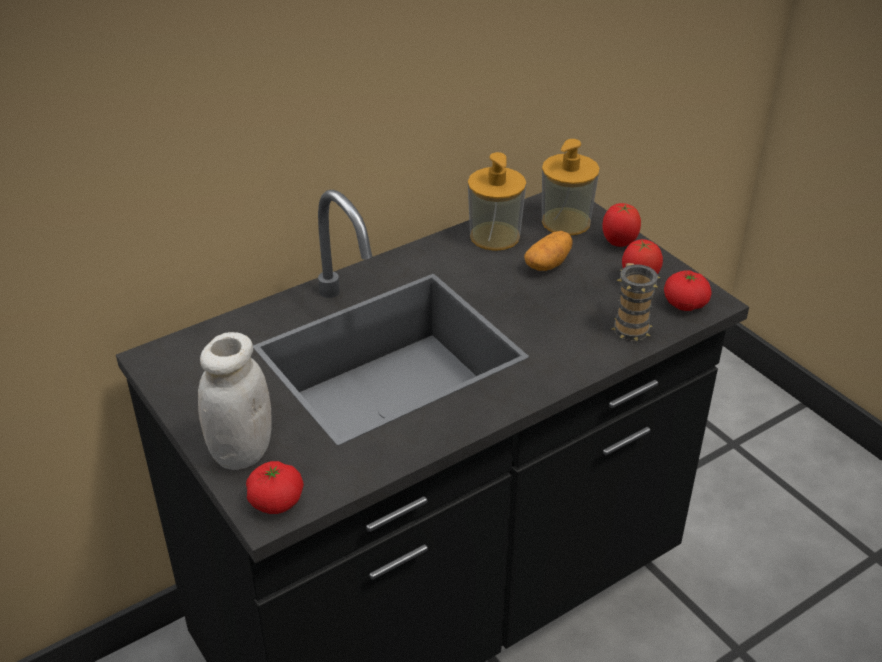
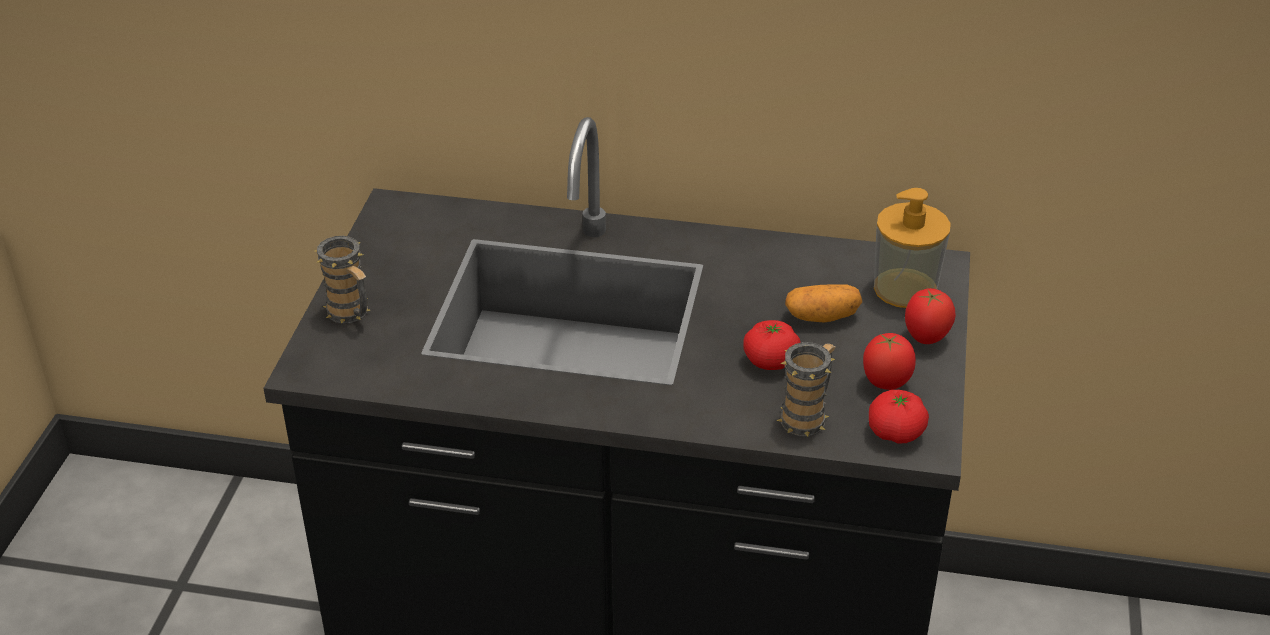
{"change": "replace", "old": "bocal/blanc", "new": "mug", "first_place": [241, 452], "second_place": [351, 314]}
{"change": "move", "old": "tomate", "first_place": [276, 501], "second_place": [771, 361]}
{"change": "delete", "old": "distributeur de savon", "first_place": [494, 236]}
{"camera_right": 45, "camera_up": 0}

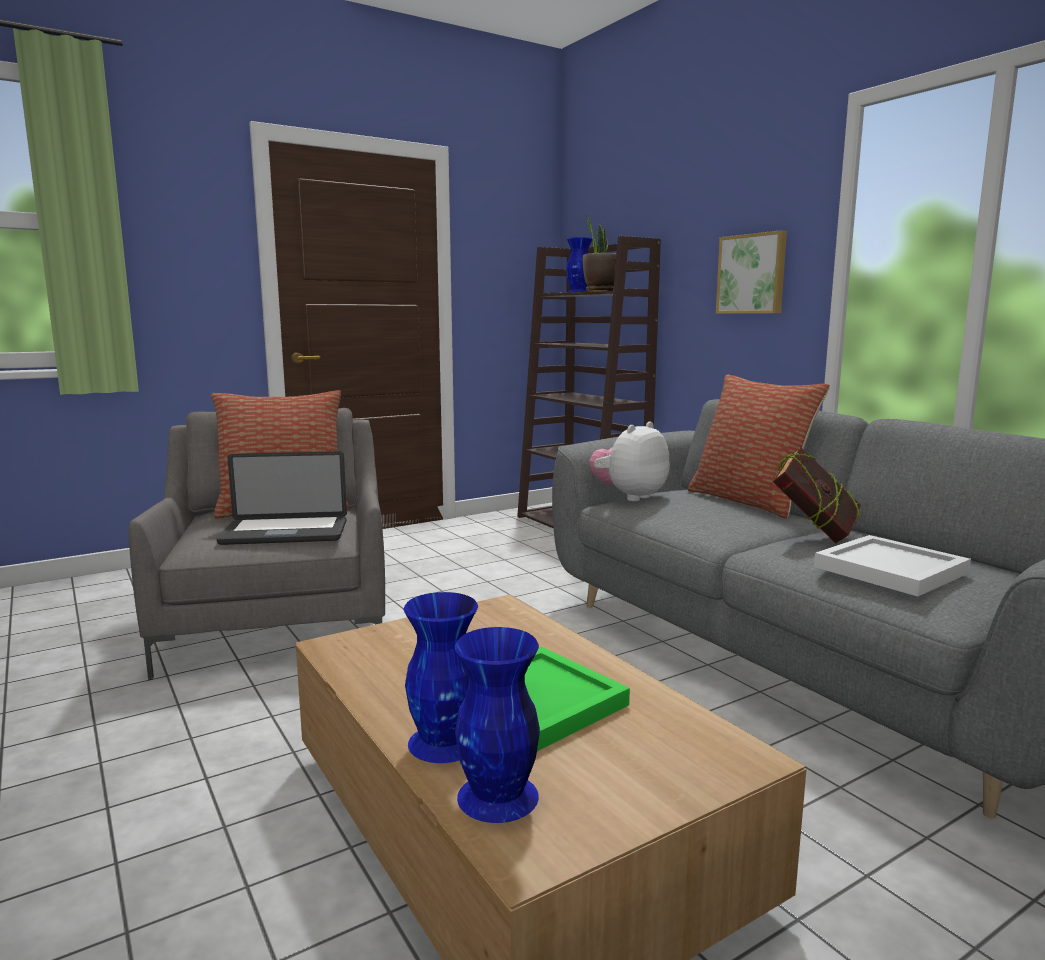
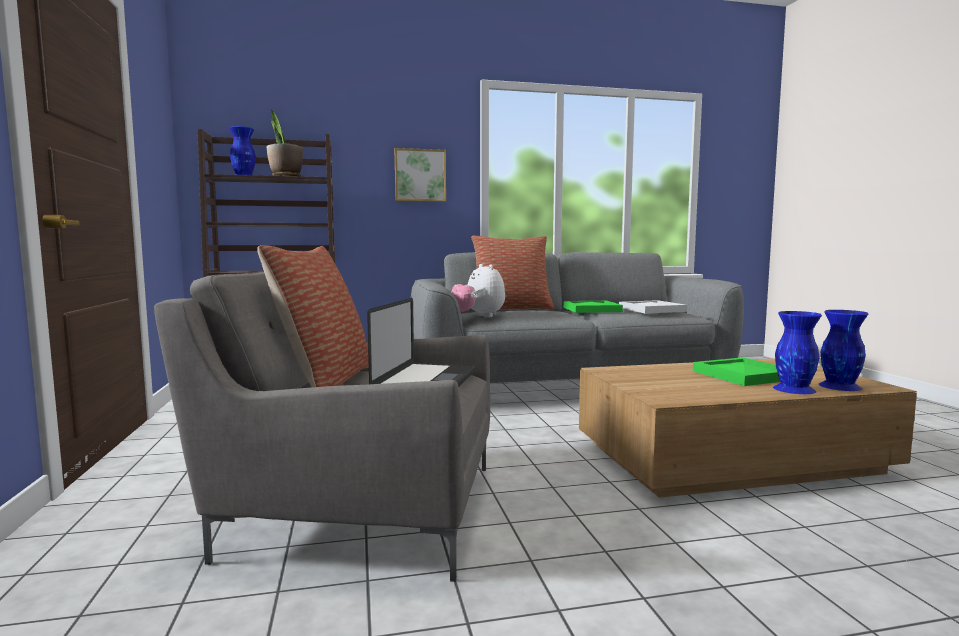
{"change": "replace", "old": "livre", "new": "plateau/vert", "first_place": [813, 534], "second_place": [590, 309]}
{"camera_right": -70, "camera_up": -5}

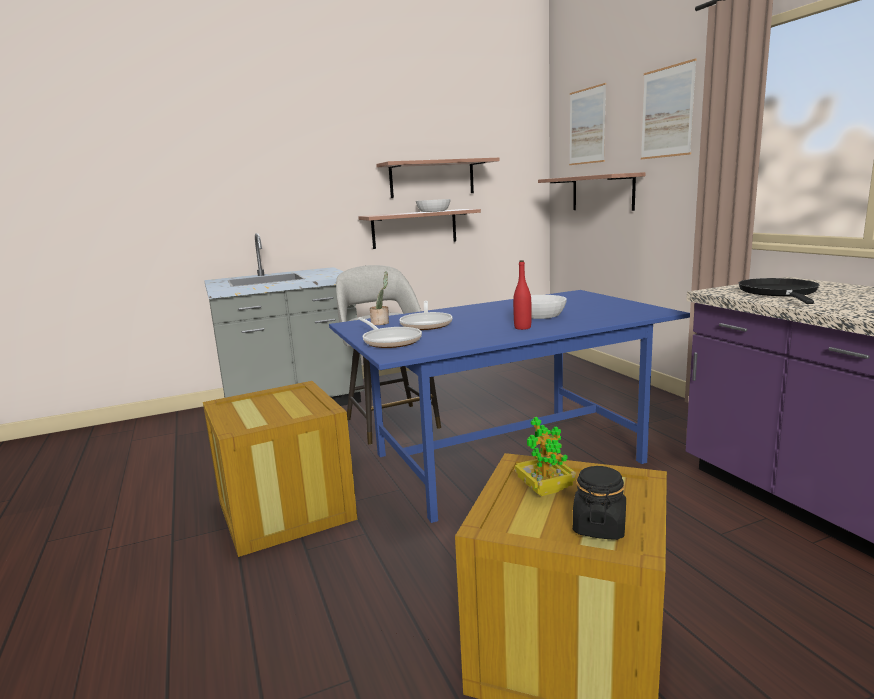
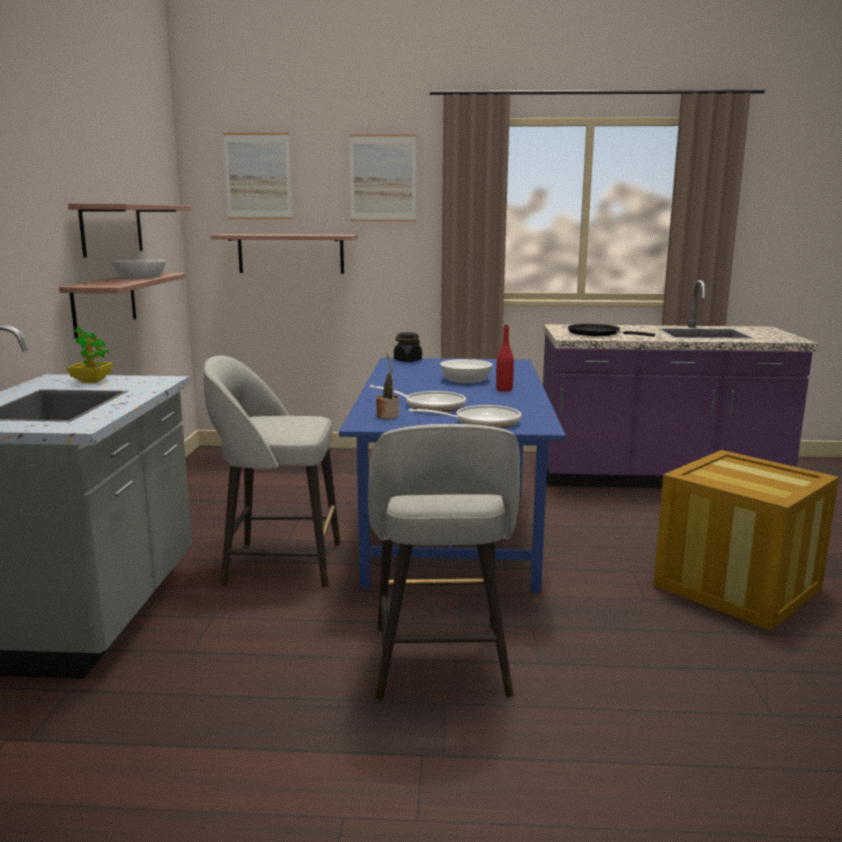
{"change": "move", "old": "plante en pot", "first_place": [544, 489], "second_place": [92, 381]}
{"change": "replace", "old": "caisse", "new": "tabouret/gris", "first_place": [285, 510], "second_place": [440, 664]}
{"change": "move", "old": "bocal/noir", "first_place": [599, 527], "second_place": [407, 360]}
{"camera_right": -65, "camera_up": 0}

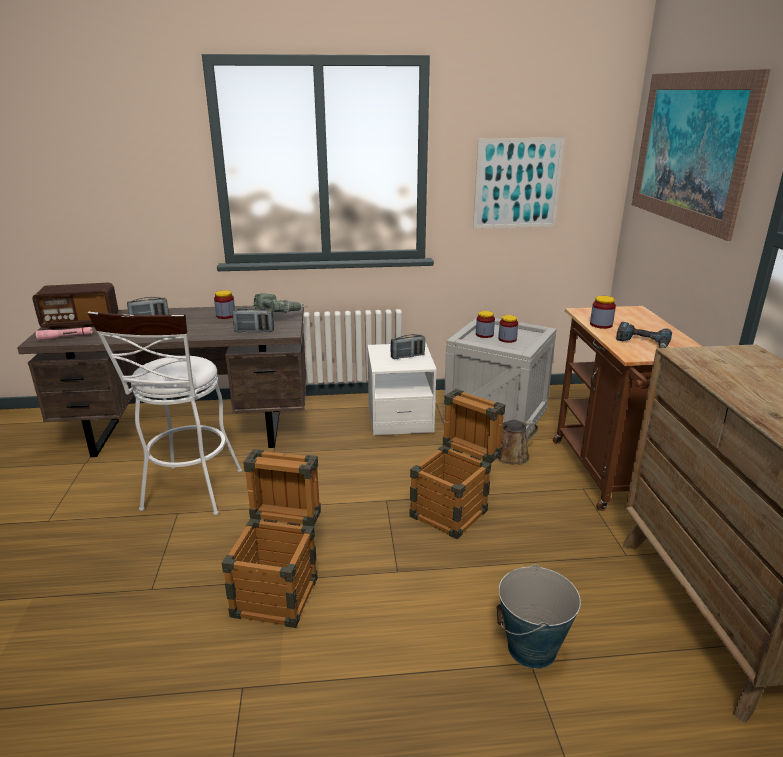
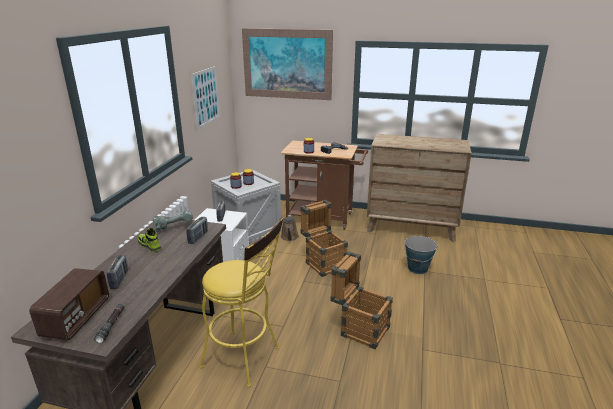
{"change": "recolor", "old": "lampe de poche/rose", "new": "lampe de poche/noir", "first_place": [65, 337], "second_place": [111, 325]}
{"change": "replace", "old": "bocal", "new": "chaussure", "first_place": [226, 315], "second_place": [149, 245]}
{"change": "recolor", "old": "tabouret/blanc", "new": "tabouret/jaune", "first_place": [190, 495], "second_place": [246, 359]}
{"camera_right": -70, "camera_up": 0}

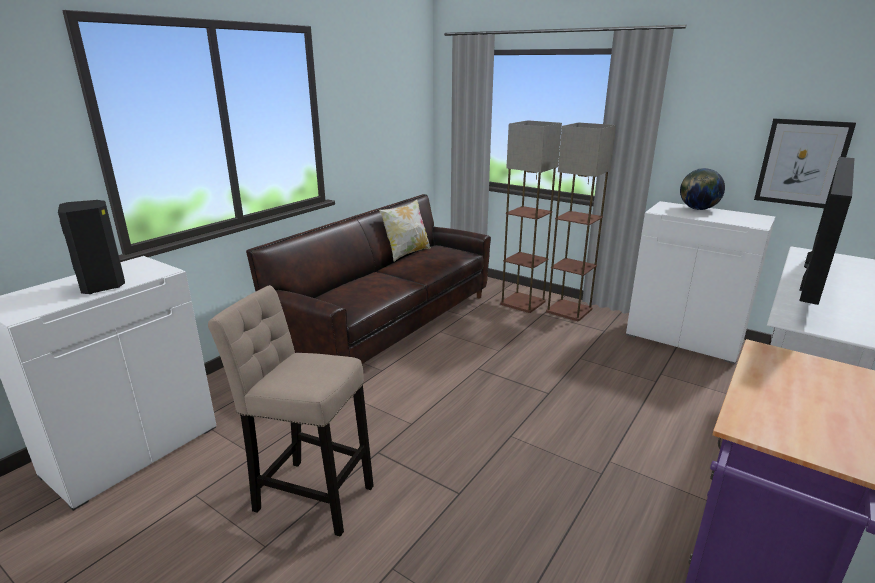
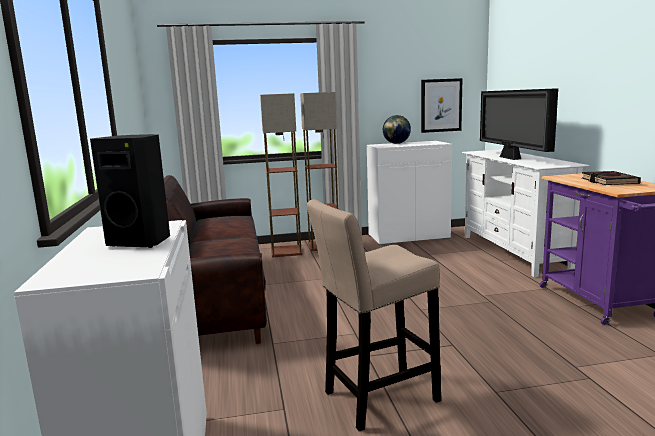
{"change": "insert", "new": "livre/noir", "second_place": [609, 182]}
{"change": "delete", "old": "coussin", "first_place": [406, 253]}
{"camera_right": -45, "camera_up": -10}

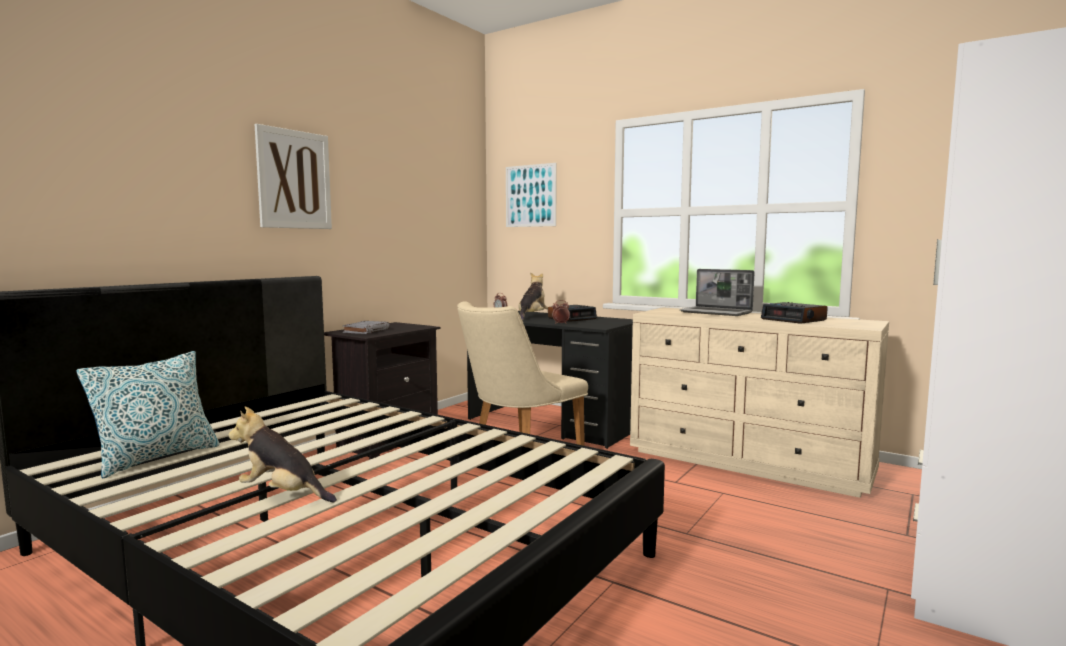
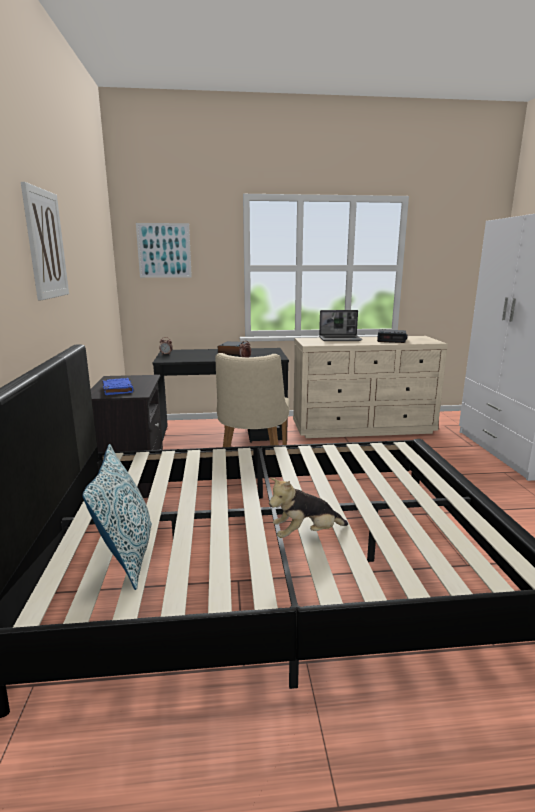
{"change": "recolor", "old": "livre/gris", "new": "livre/bleu", "first_place": [366, 330], "second_place": [117, 389]}
{"change": "delete", "old": "peluche", "first_place": [532, 316]}
{"camera_right": -40, "camera_up": 10}

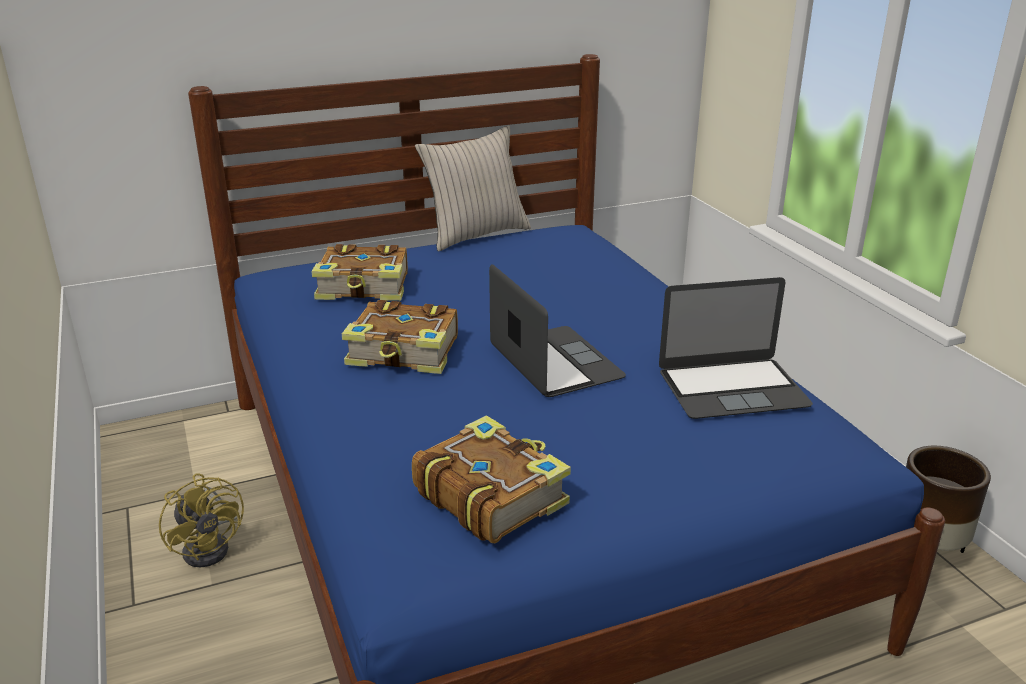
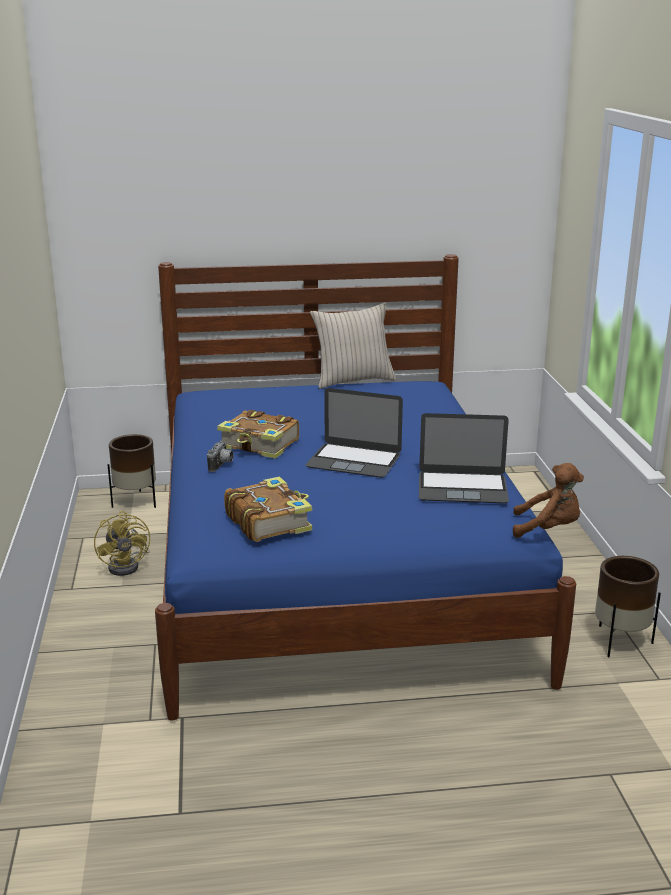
{"change": "insert", "new": "cache-pot/marron", "second_place": [136, 501]}
{"change": "insert", "new": "appareil photo", "second_place": [222, 465]}
{"change": "rotate", "old": "ordinateur portable", "first_place": [555, 362], "second_place": [354, 460], "degrees": 120}
{"change": "insert", "new": "peluche/marron", "second_place": [548, 529]}
{"change": "delete", "old": "livre", "first_place": [365, 287]}
{"camera_right": 15, "camera_up": -5}

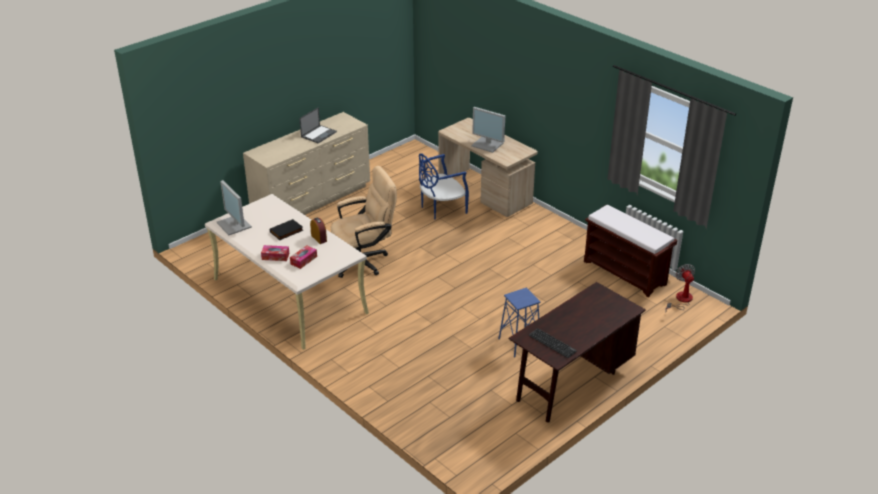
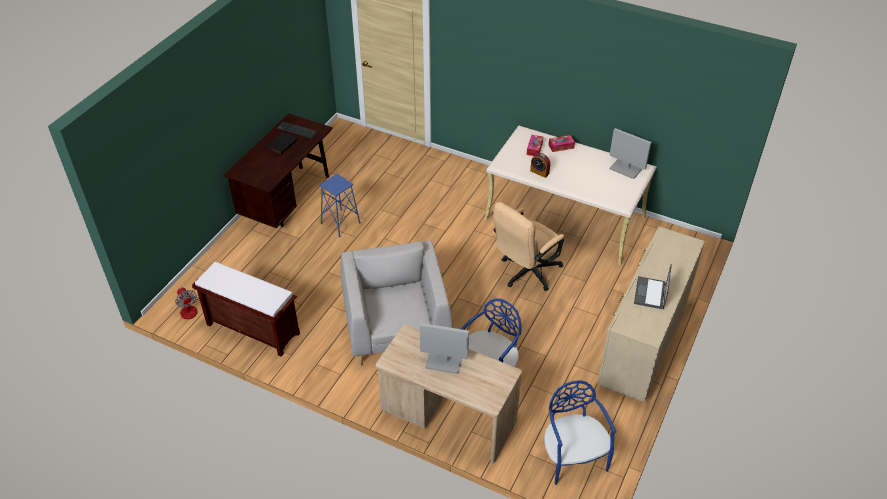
{"change": "move", "old": "livre/noir", "first_place": [286, 231], "second_place": [282, 144]}
{"change": "insert", "new": "fauteuil/gris", "second_place": [396, 327]}
{"change": "insert", "new": "chaise/bleu", "second_place": [573, 457]}
{"camera_right": 160, "camera_up": 10}

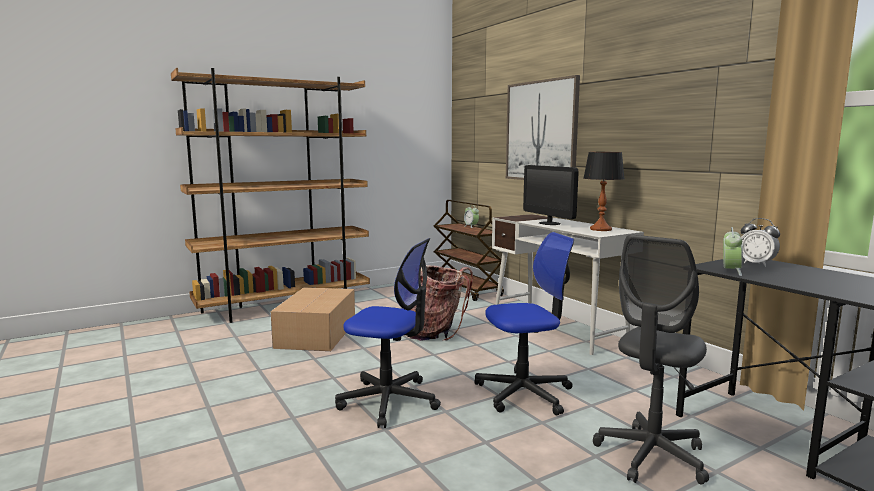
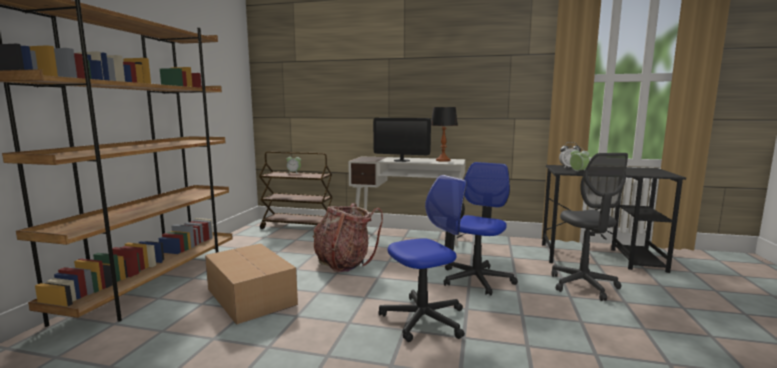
{"change": "delete", "old": "tableau", "first_place": [541, 131]}
{"camera_right": -45, "camera_up": 0}

